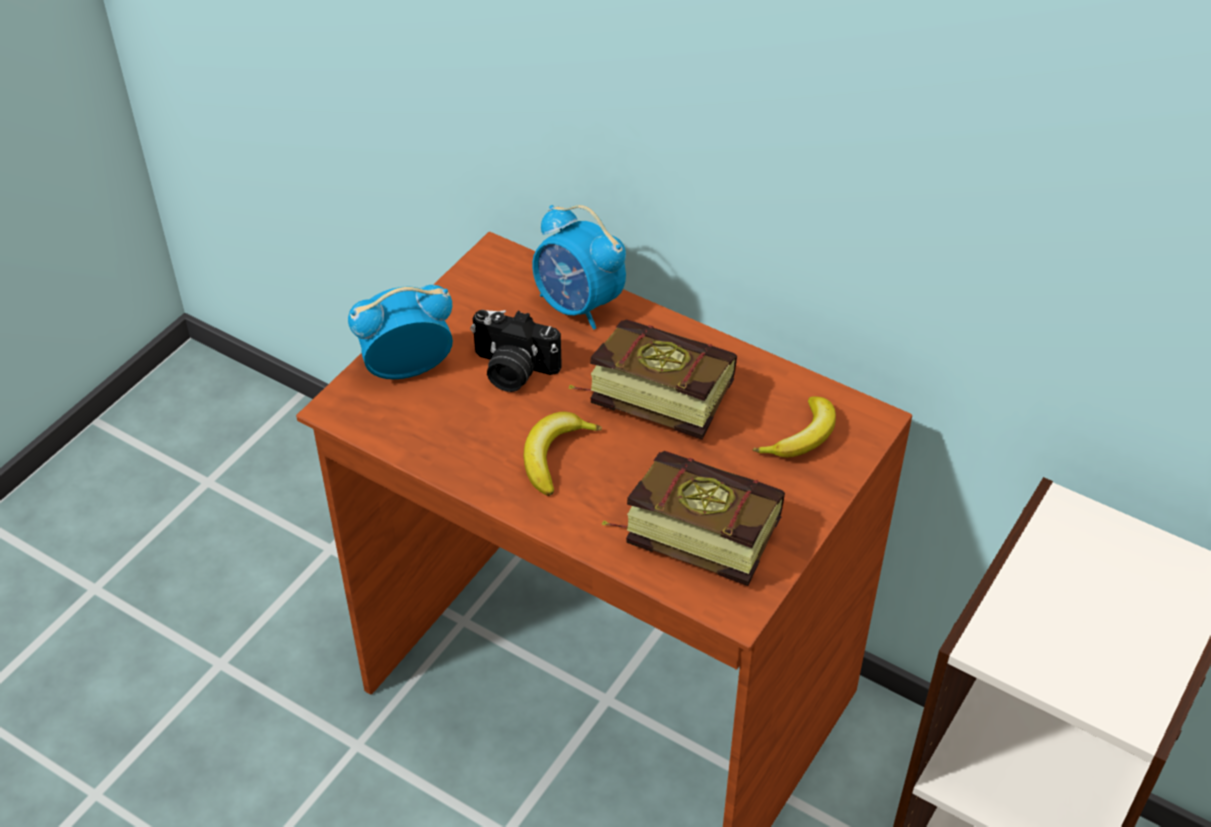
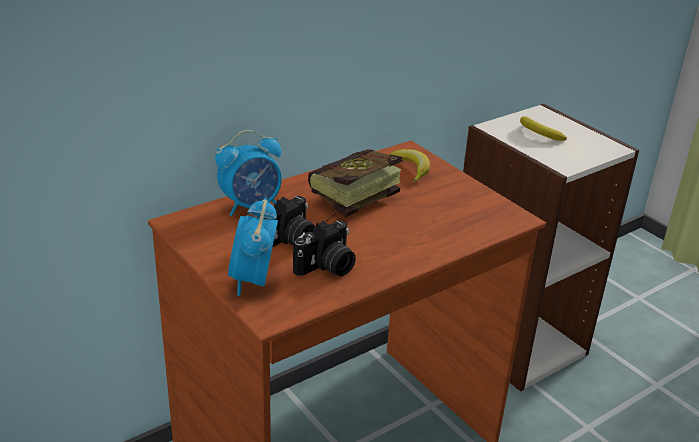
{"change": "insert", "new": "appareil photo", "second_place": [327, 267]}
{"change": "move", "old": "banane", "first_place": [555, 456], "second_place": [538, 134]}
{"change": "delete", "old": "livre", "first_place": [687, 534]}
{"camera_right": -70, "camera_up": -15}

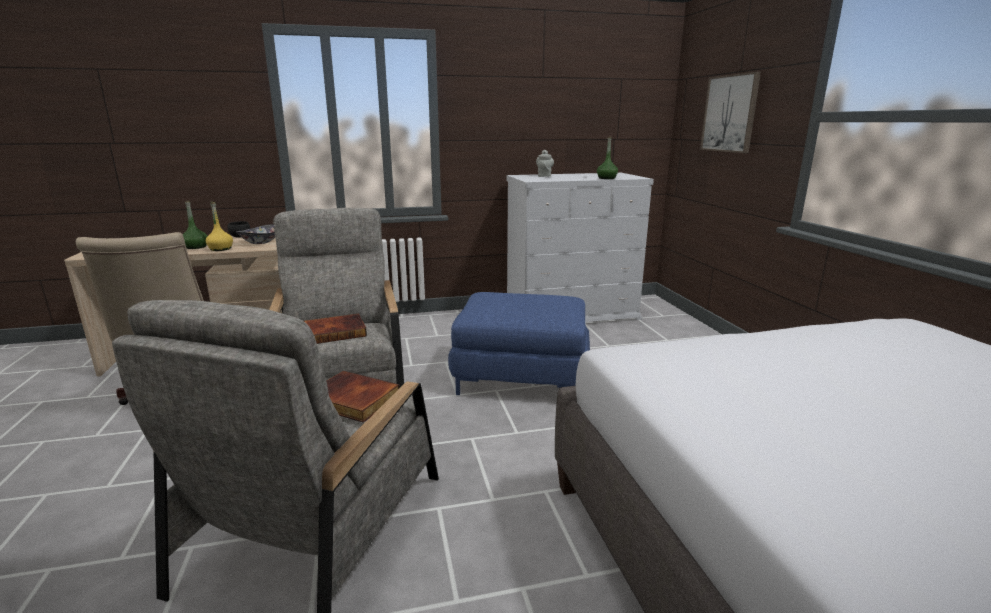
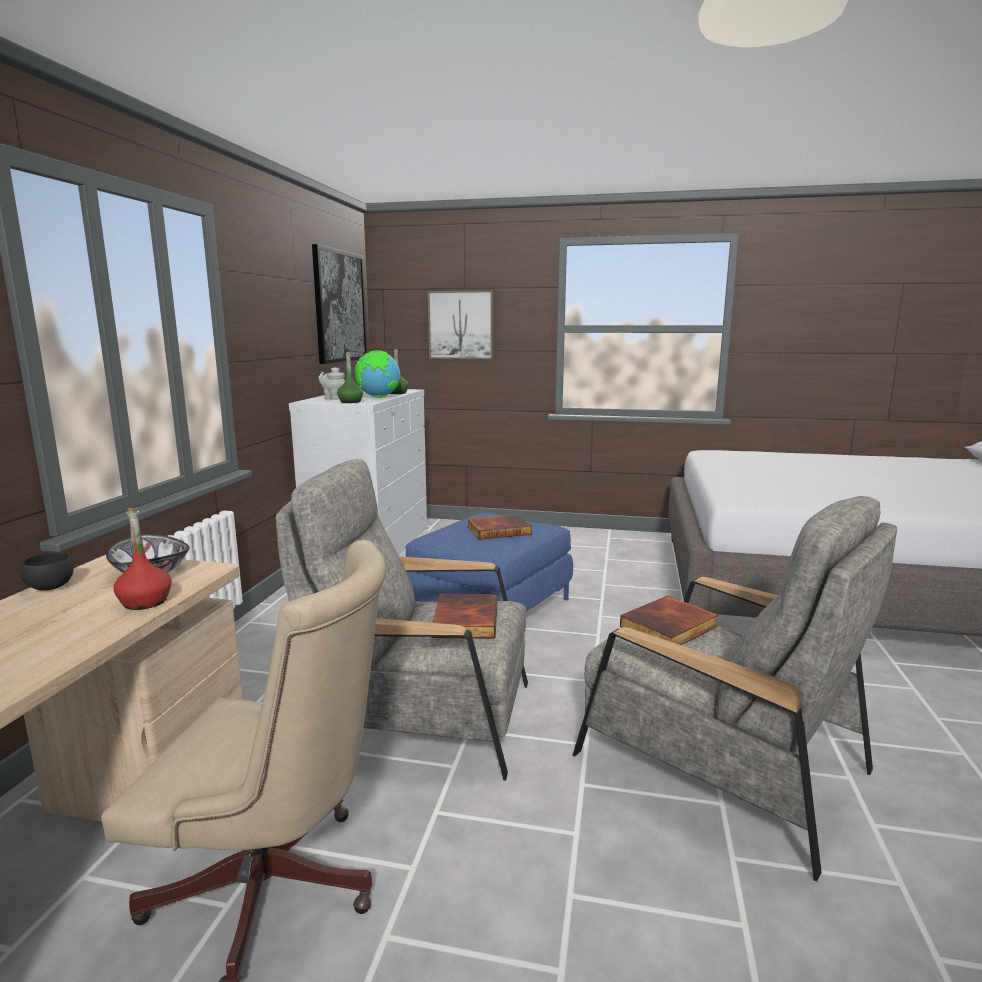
{"change": "recolor", "old": "bouteille/jaune", "new": "bouteille/rouge", "first_place": [221, 249], "second_place": [145, 602]}
{"change": "insert", "new": "tableau", "second_place": [339, 306]}
{"change": "move", "old": "bouteille/vert", "first_place": [195, 247], "second_place": [350, 402]}
{"change": "insert", "new": "globe", "second_place": [378, 397]}
{"change": "insert", "new": "livre", "second_place": [498, 530]}
{"camera_right": -65, "camera_up": -5}

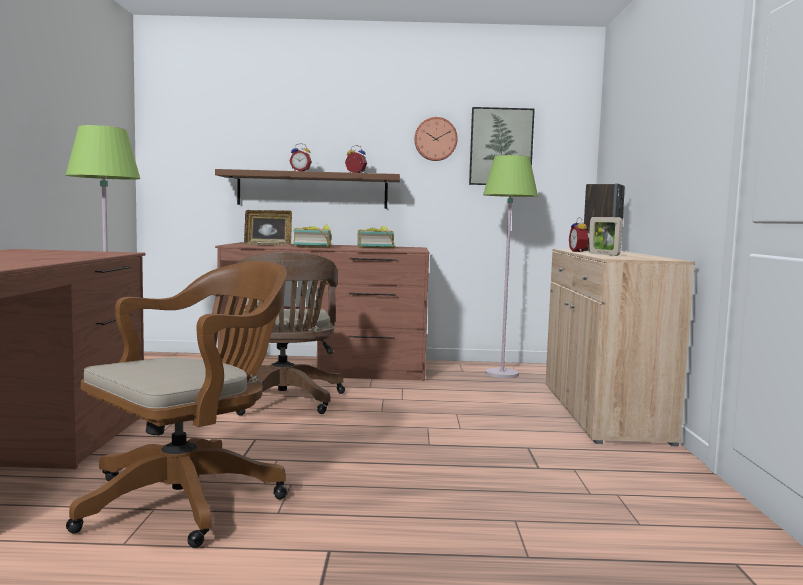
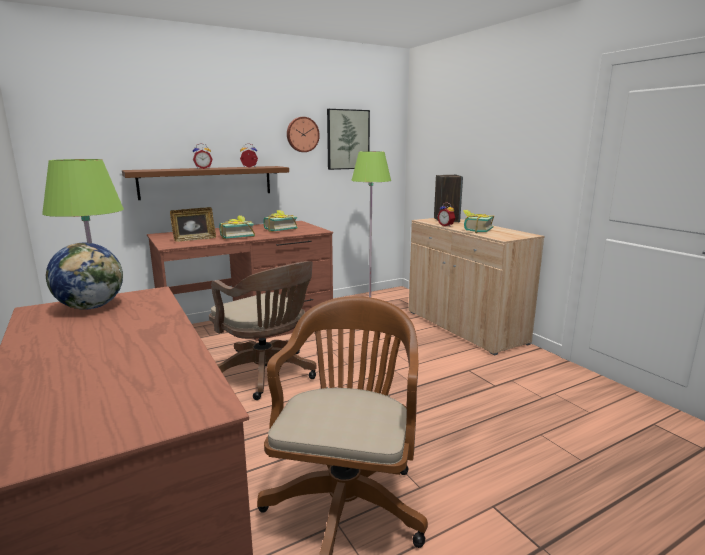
{"change": "insert", "new": "globe", "second_place": [91, 307]}
{"change": "replace", "old": "cadre photo", "new": "livre", "first_place": [603, 254], "second_place": [475, 230]}
{"camera_right": -30, "camera_up": 10}

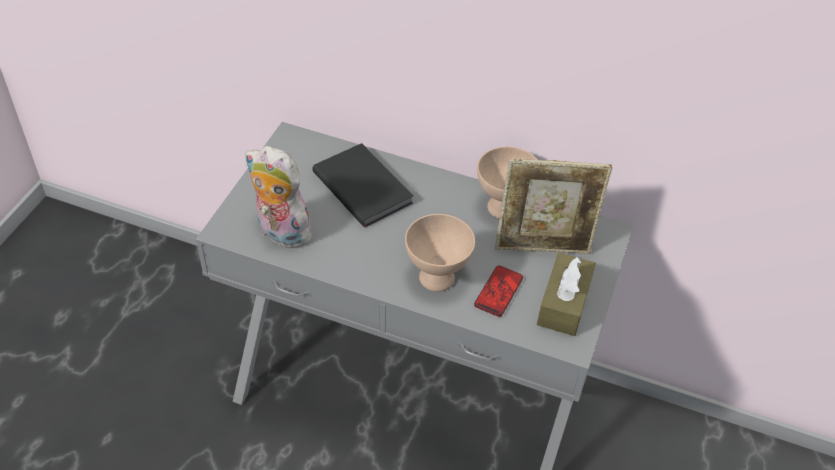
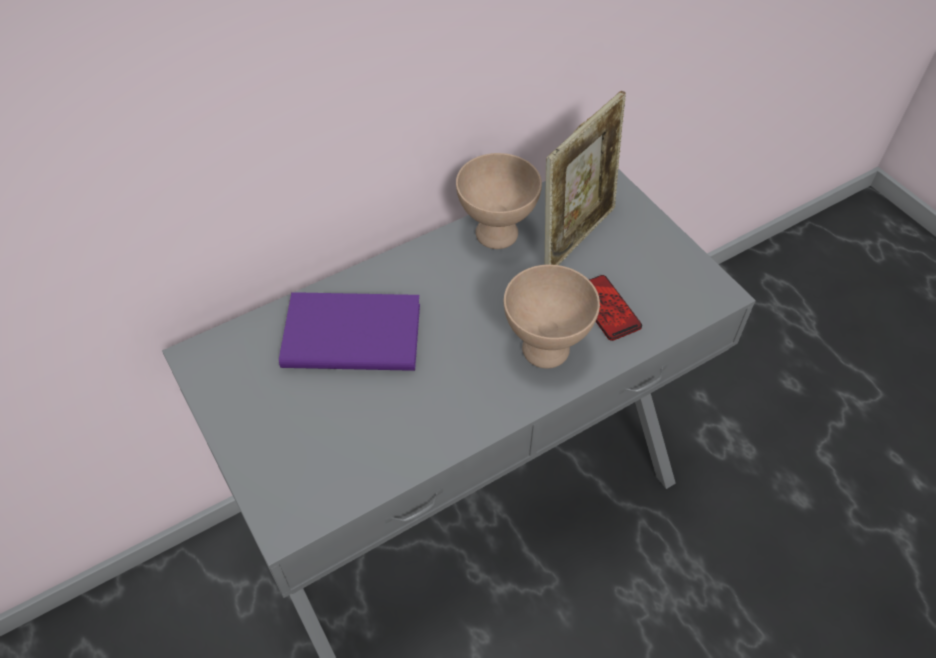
{"change": "recolor", "old": "livre/noir", "new": "livre/violet", "first_place": [363, 186], "second_place": [350, 333]}
{"change": "delete", "old": "peluche", "first_place": [280, 233]}
{"change": "delete", "old": "boîte à mouchoirs/marron", "first_place": [564, 303]}
{"camera_right": -50, "camera_up": 5}

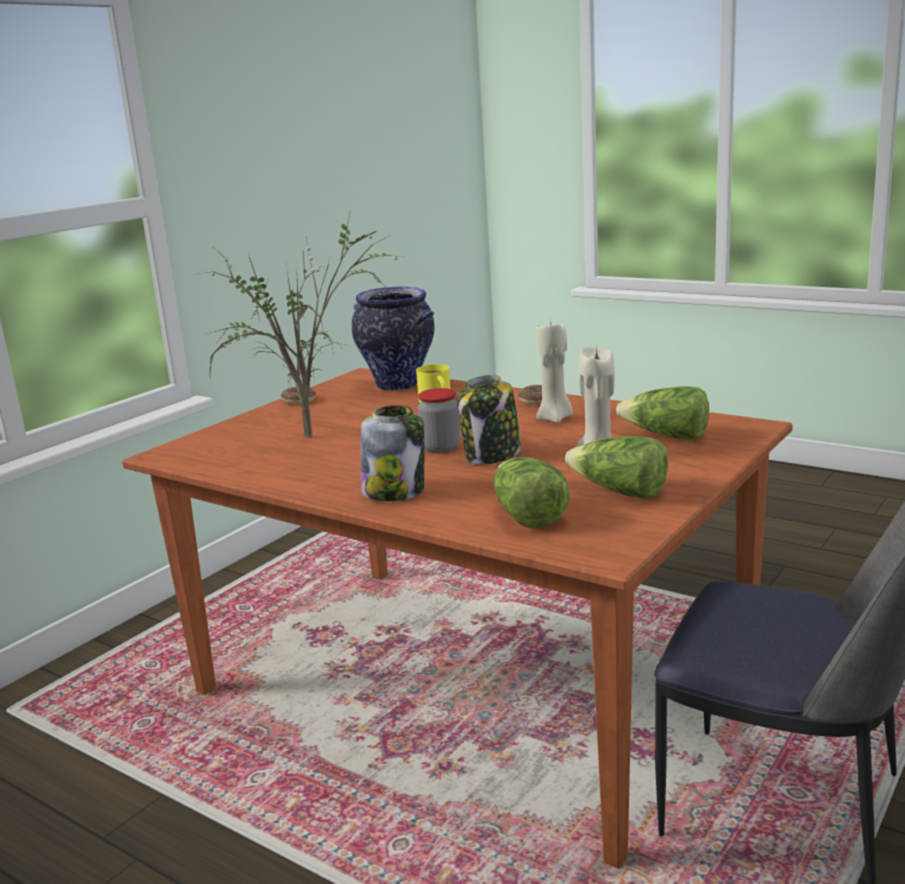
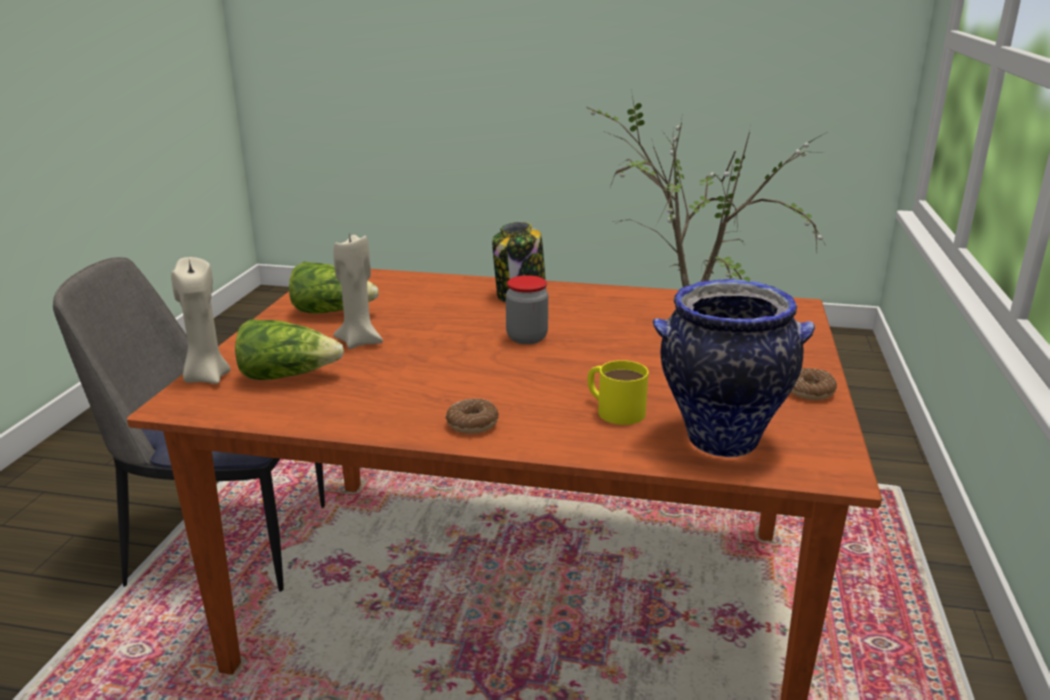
{"change": "move", "old": "bougie/beige", "first_place": [555, 418], "second_place": [206, 377]}
{"change": "delete", "old": "bocal", "first_place": [492, 456]}
{"change": "delete", "old": "laitue", "first_place": [527, 515]}
{"camera_right": 155, "camera_up": 5}

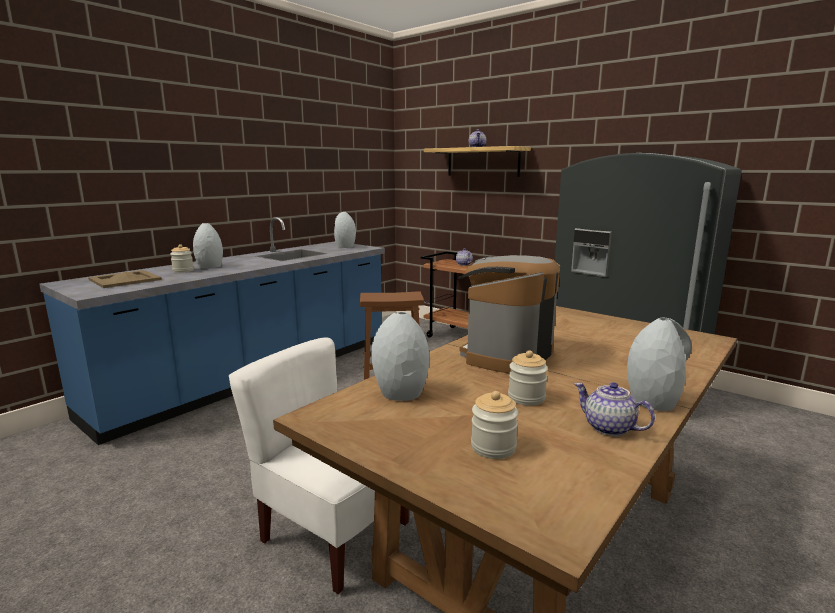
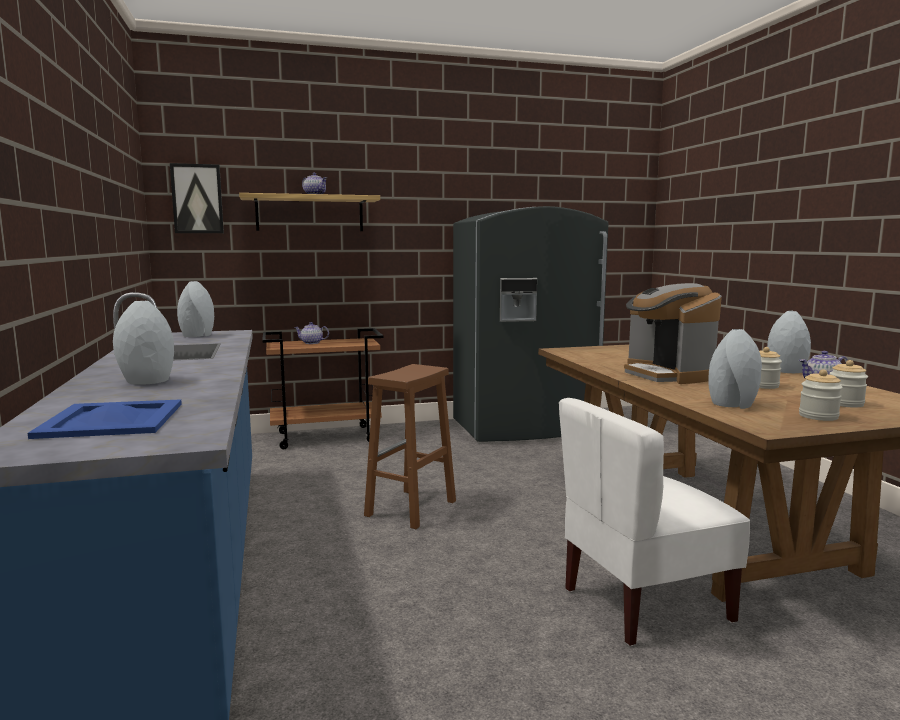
{"change": "recolor", "old": "plateau/beige", "new": "plateau/bleu", "first_place": [124, 280], "second_place": [113, 420]}
{"change": "insert", "new": "tableau", "second_place": [197, 199]}
{"change": "move", "old": "bocal", "first_place": [183, 271], "second_place": [818, 416]}
{"camera_right": -55, "camera_up": -5}

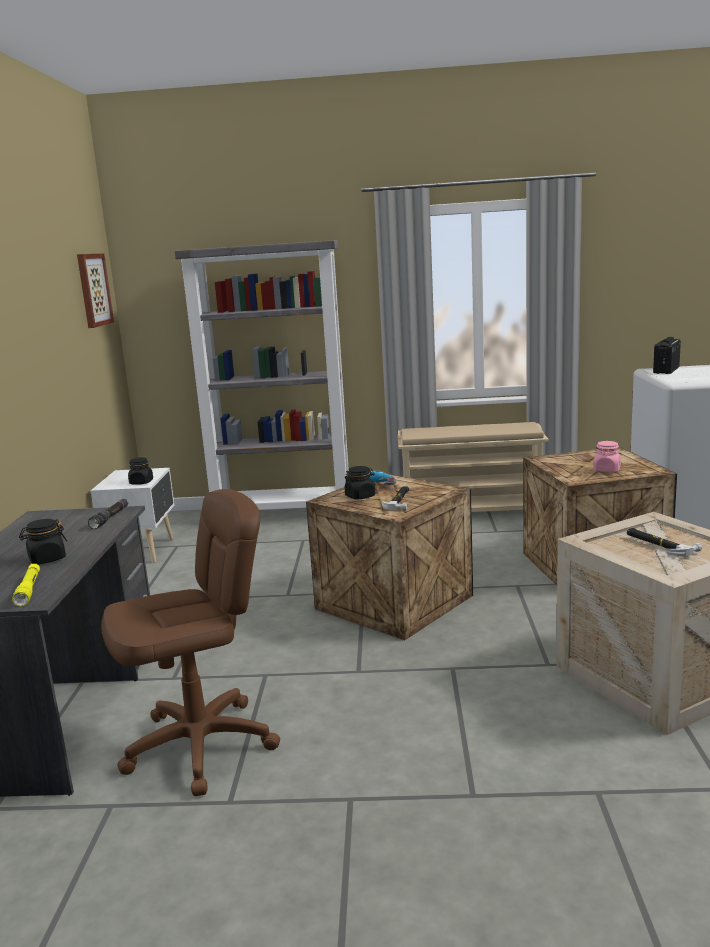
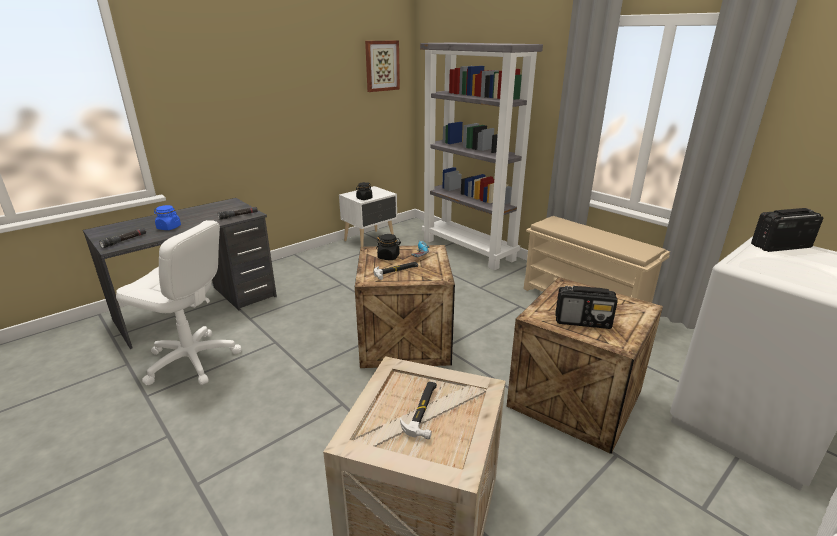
{"change": "recolor", "old": "lampe de poche/jaune", "new": "lampe de poche/noir", "first_place": [29, 590], "second_place": [125, 241]}
{"change": "recolor", "old": "chaise de bureau/marron", "new": "chaise de bureau/blanc", "first_place": [201, 746], "second_place": [191, 360]}
{"change": "recolor", "old": "bocal/noir", "new": "bocal/bleu", "first_place": [47, 559], "second_place": [169, 227]}
{"change": "replace", "old": "bocal/rose", "new": "radio", "first_place": [606, 470], "second_place": [583, 322]}
{"camera_right": 45, "camera_up": 10}

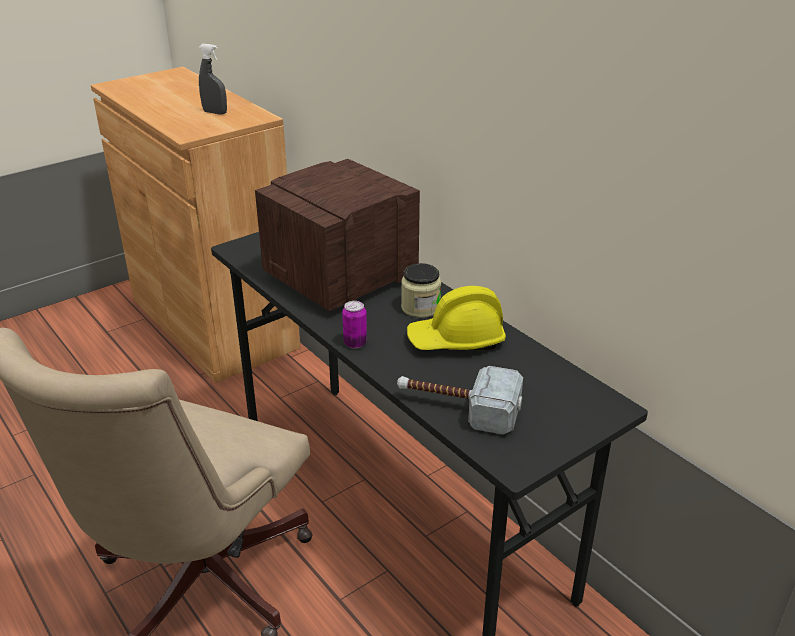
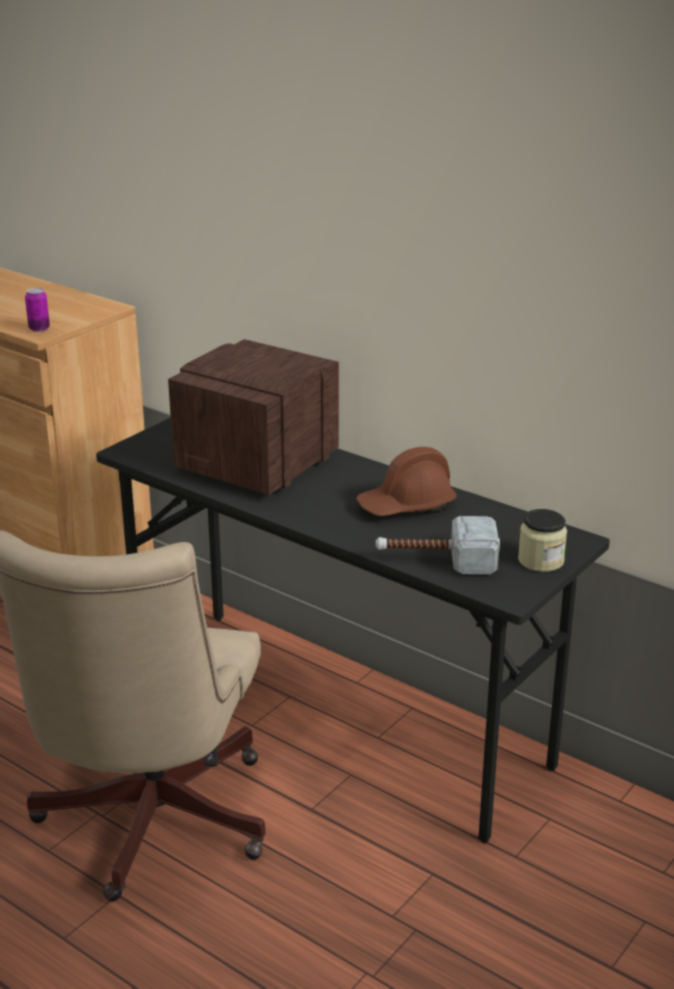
{"change": "move", "old": "boîte métallique", "first_place": [355, 343], "second_place": [39, 329]}
{"change": "recolor", "old": "casque de chantier/jaune", "new": "casque de chantier/marron", "first_place": [456, 340], "second_place": [406, 506]}
{"change": "move", "old": "bocal", "first_place": [420, 308], "second_place": [541, 561]}
{"change": "delete", "old": "vaporisateur/gris", "first_place": [215, 112]}
{"camera_right": -15, "camera_up": -5}

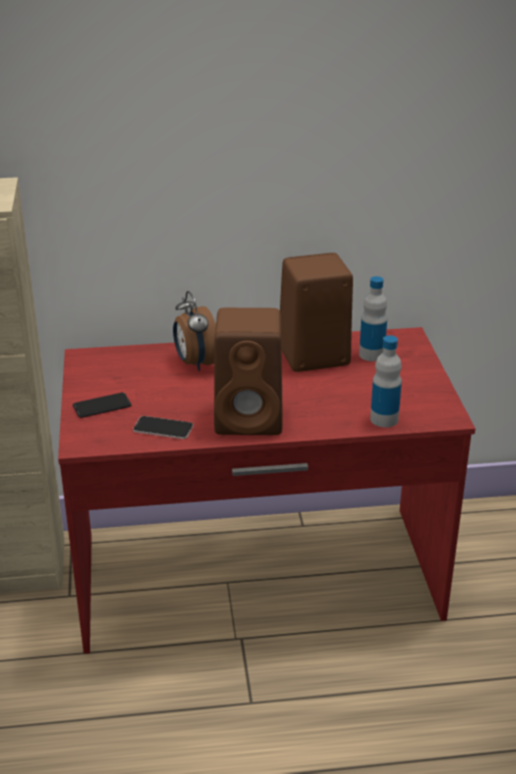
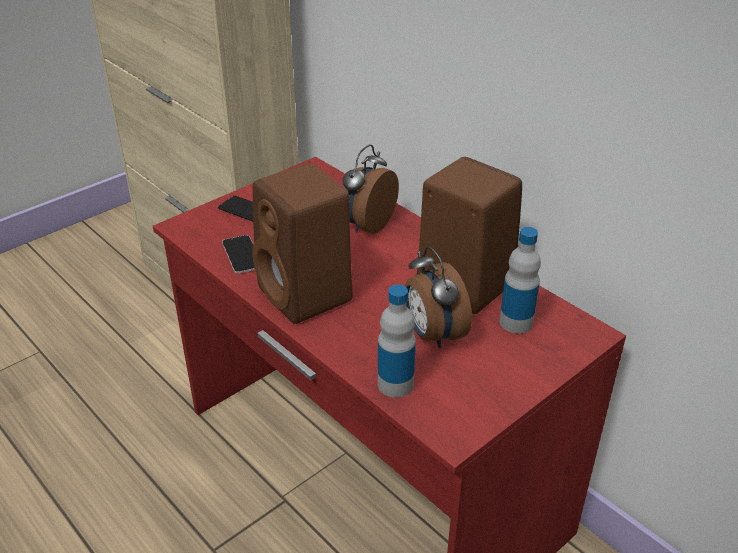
{"change": "insert", "new": "réveil", "second_place": [432, 334]}
{"camera_right": 55, "camera_up": 5}

